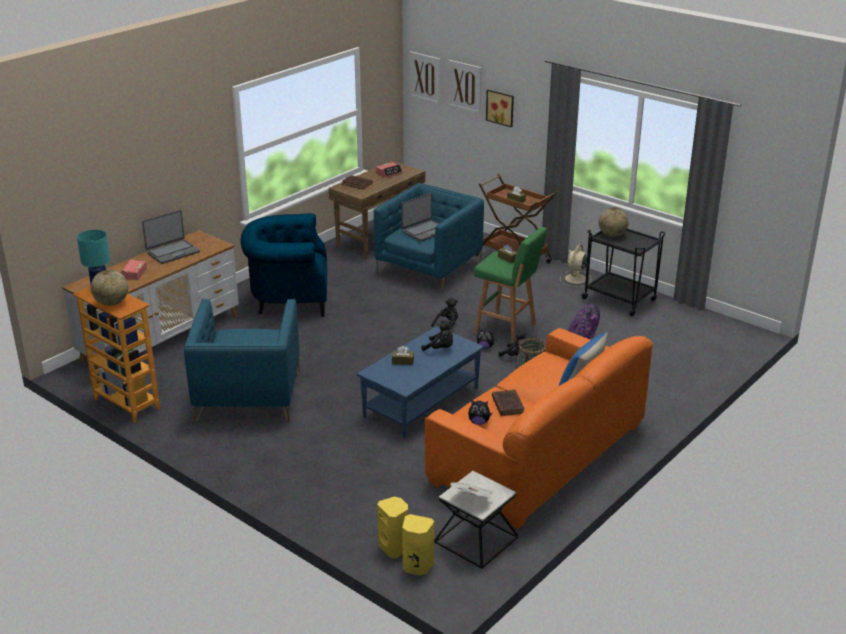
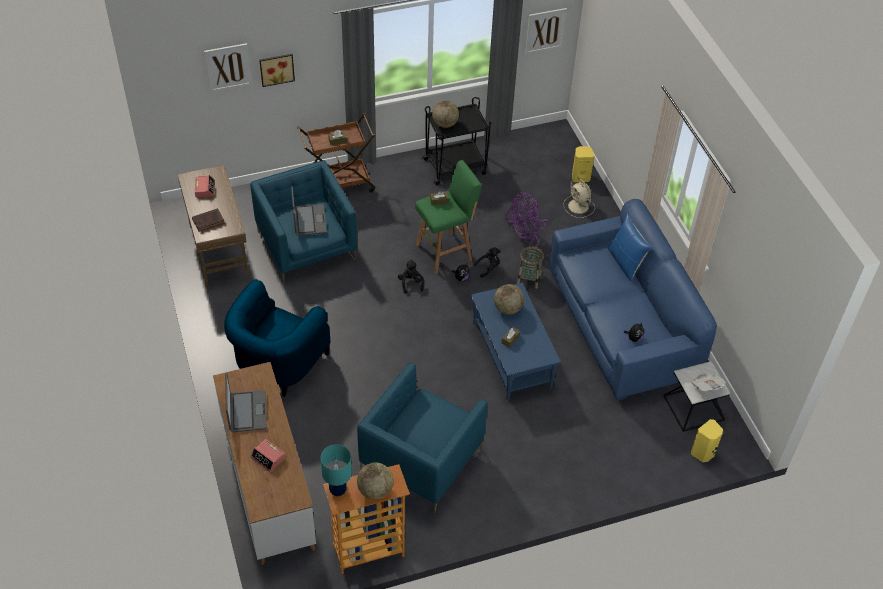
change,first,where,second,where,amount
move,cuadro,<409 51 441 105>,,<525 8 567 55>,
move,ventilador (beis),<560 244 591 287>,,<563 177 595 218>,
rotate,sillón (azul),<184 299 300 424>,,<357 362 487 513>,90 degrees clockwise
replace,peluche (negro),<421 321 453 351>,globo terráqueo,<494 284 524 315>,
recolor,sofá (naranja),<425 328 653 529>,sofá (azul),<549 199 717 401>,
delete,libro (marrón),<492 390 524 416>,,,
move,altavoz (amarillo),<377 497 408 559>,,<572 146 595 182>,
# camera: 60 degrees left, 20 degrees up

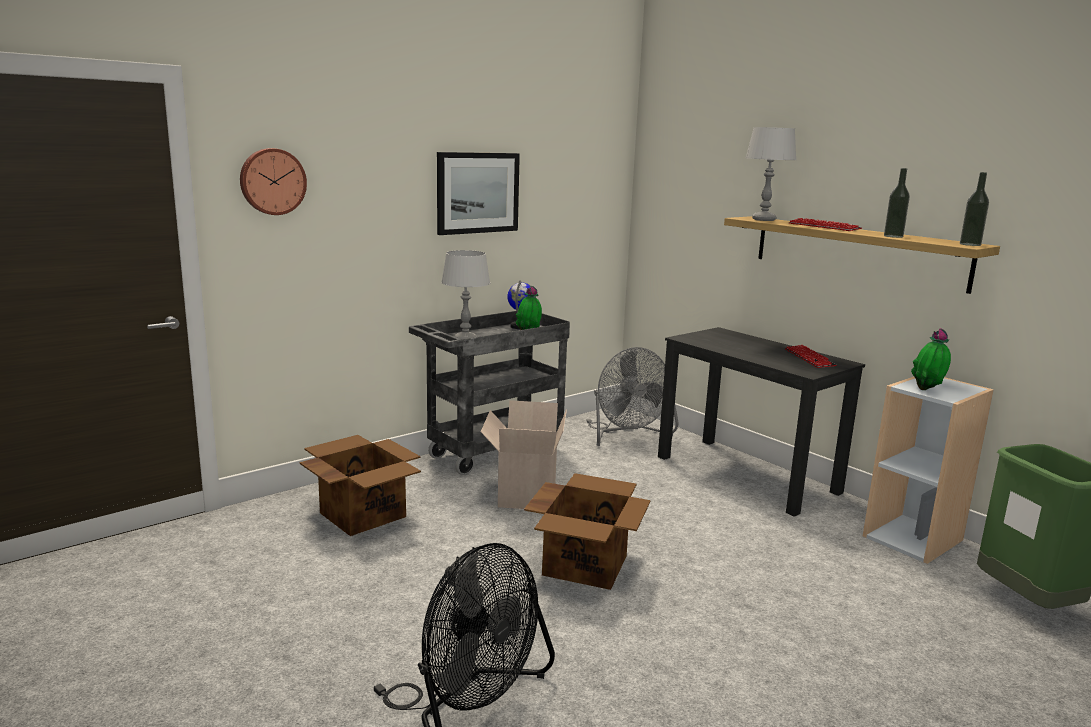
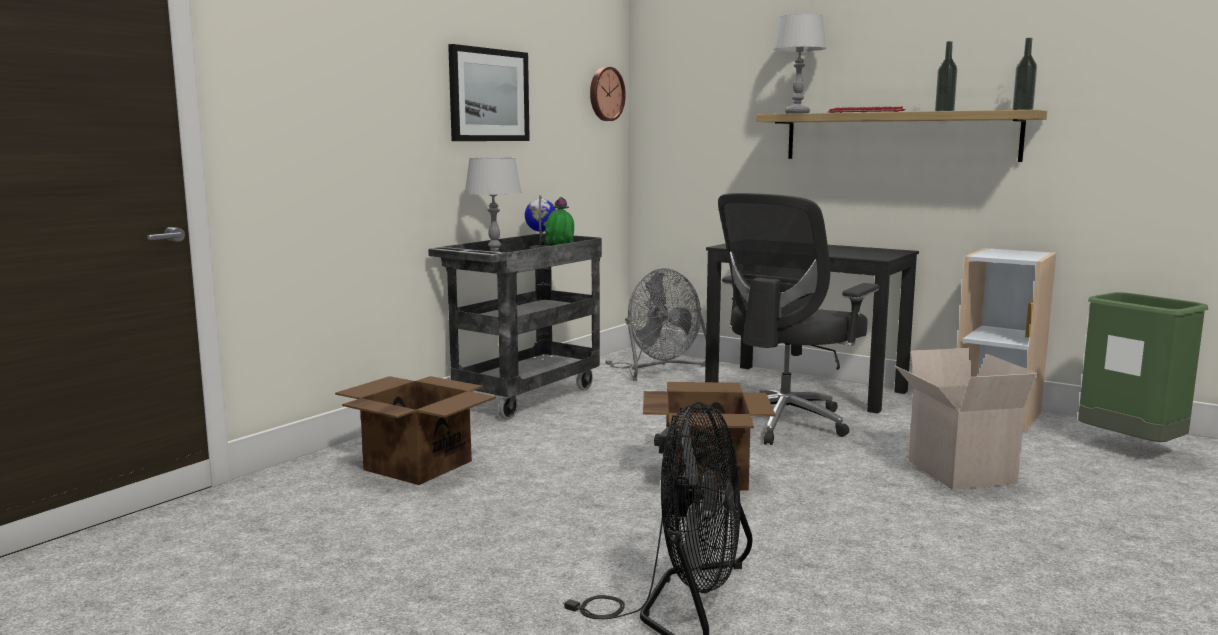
change,first,where,second,where,amount
move,reloj de pared,<240 148 307 215>,,<590 67 626 121>,
delete,planta en maceta,<911 328 951 390>,,,
delete,teclado,<785 345 836 368>,,,
move,caja de cartón,<481 400 567 509>,,<894 348 1038 490>,
insert,,,silla de oficina,<718 193 879 445>,
# camera: 15 degrees left, 5 degrees down

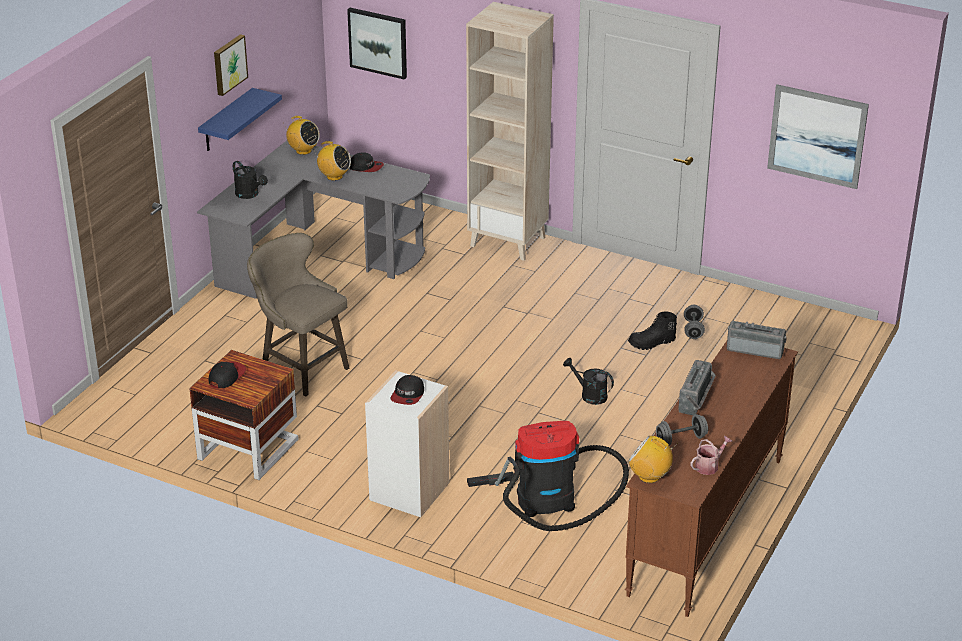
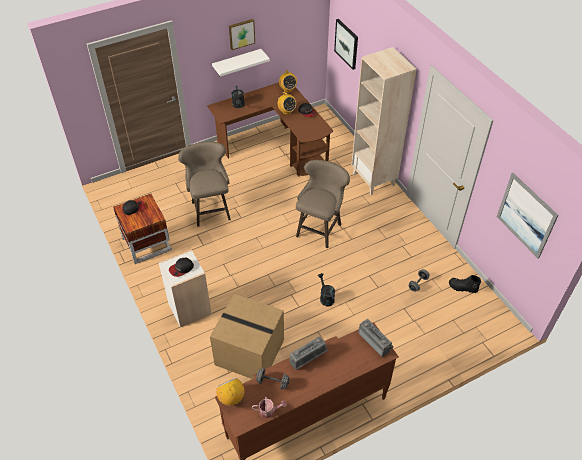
change,first,where,second,where,amount
recolor,estante (azul),<198 88 282 151>,estante (blanco),<212 49 270 76>,
recolor,escritorio (gris),<197 141 430 299>,escritorio (marrón),<207 82 333 177>,
move,bota (negro),<628 312 677 350>,,<449 275 481 293>,
replace,aspiradora,<467 421 629 531>,caja de cartón,<210 294 284 379>,
insert,,,taburete (beis),<296 160 350 248>,
# camera: 35 degrees right, 15 degrees up

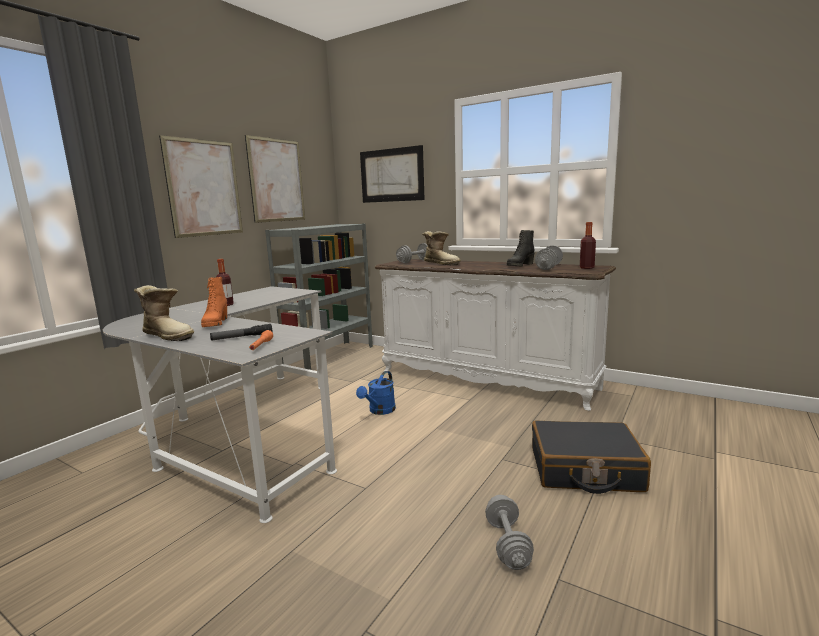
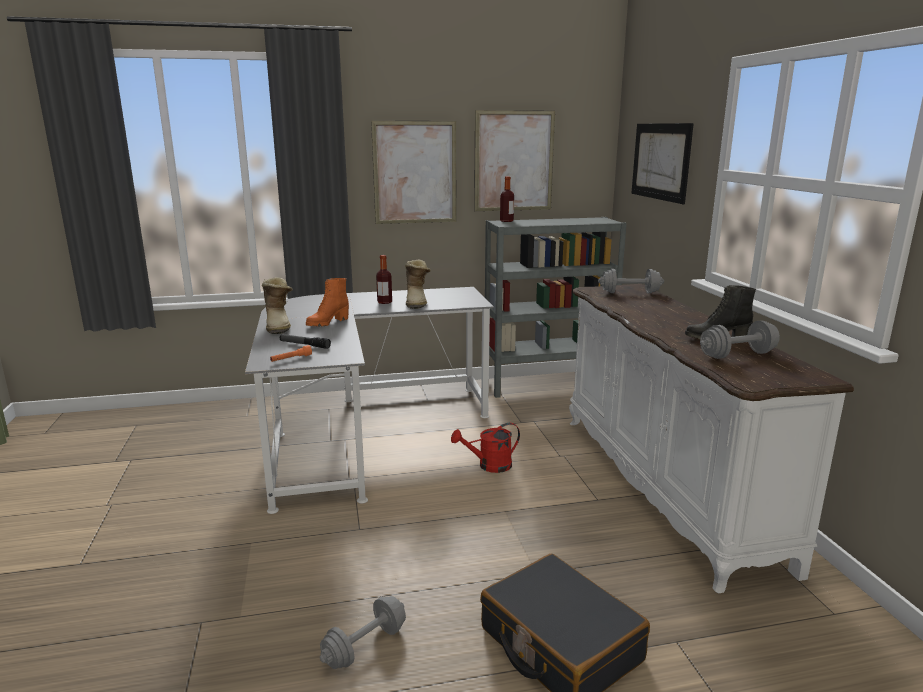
change,first,where,second,where,amount
move,botella,<580 222 596 269>,,<500 176 514 222>,
move,bota,<422 231 461 265>,,<405 260 431 309>,
recolor,regadera (azul),<356 371 396 415>,regadera (rojo),<451 423 520 473>,
# camera: 45 degrees right, 5 degrees up

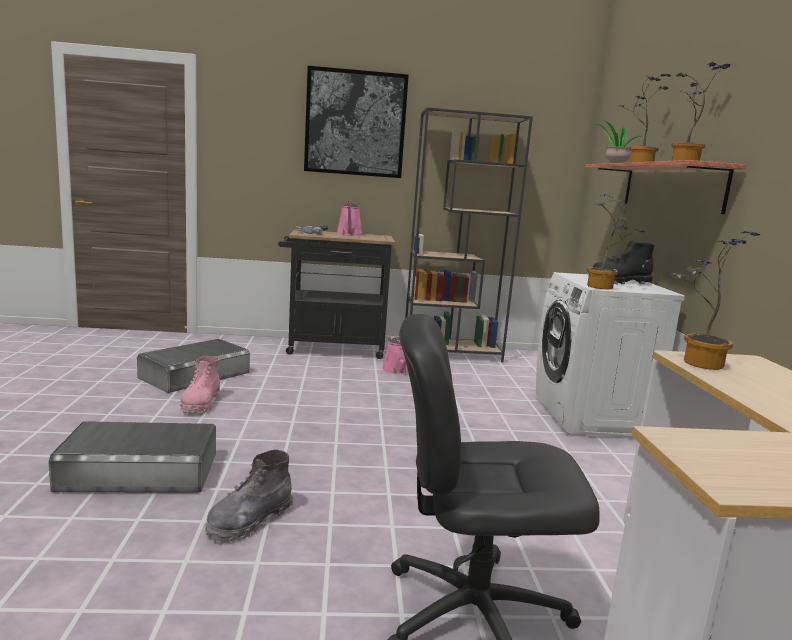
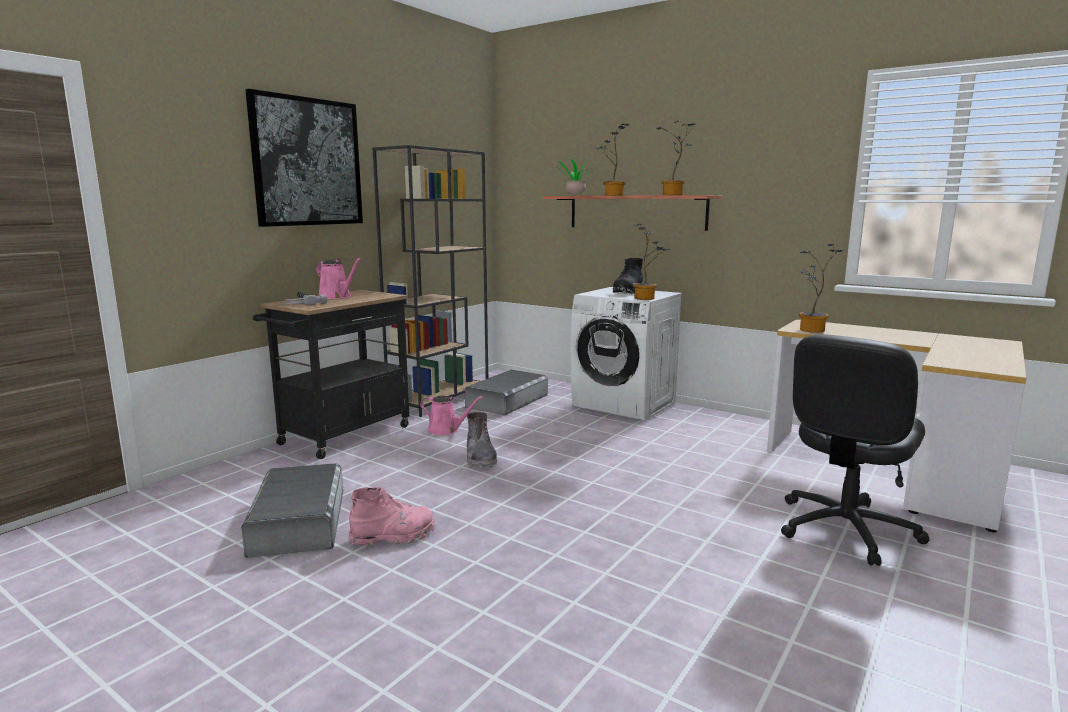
change,first,where,second,where,amount
rotate,bota (rosa),<180 356 220 414>,,<349 487 435 547>,60 degrees counterclockwise
move,caja de almacenaje (gris),<48 421 216 493>,,<465 370 548 416>,
move,bota (gris),<205 450 293 542>,,<467 412 497 468>,
# camera: 50 degrees left, 0 degrees up

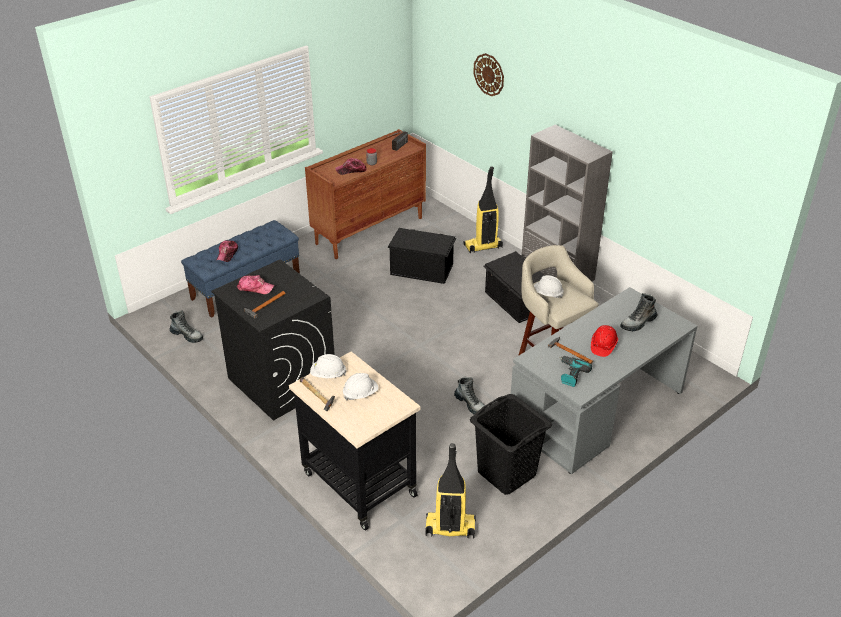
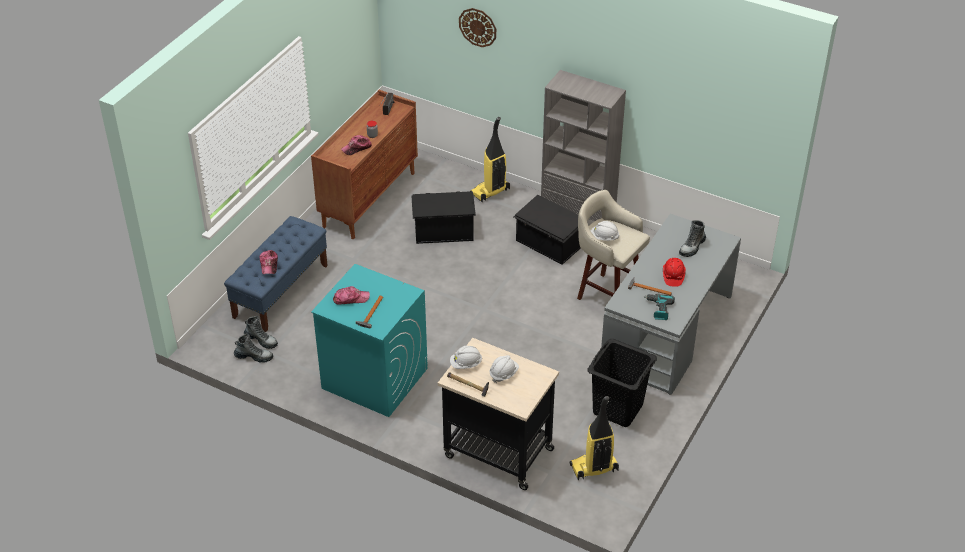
change,first,where,second,where,amount
recolor,lavadora (negro),<211 259 335 421>,lavadora (turquesa),<311 264 428 417>,
move,bota,<454 377 485 415>,,<244 316 278 349>,
# camera: 20 degrees left, 5 degrees up

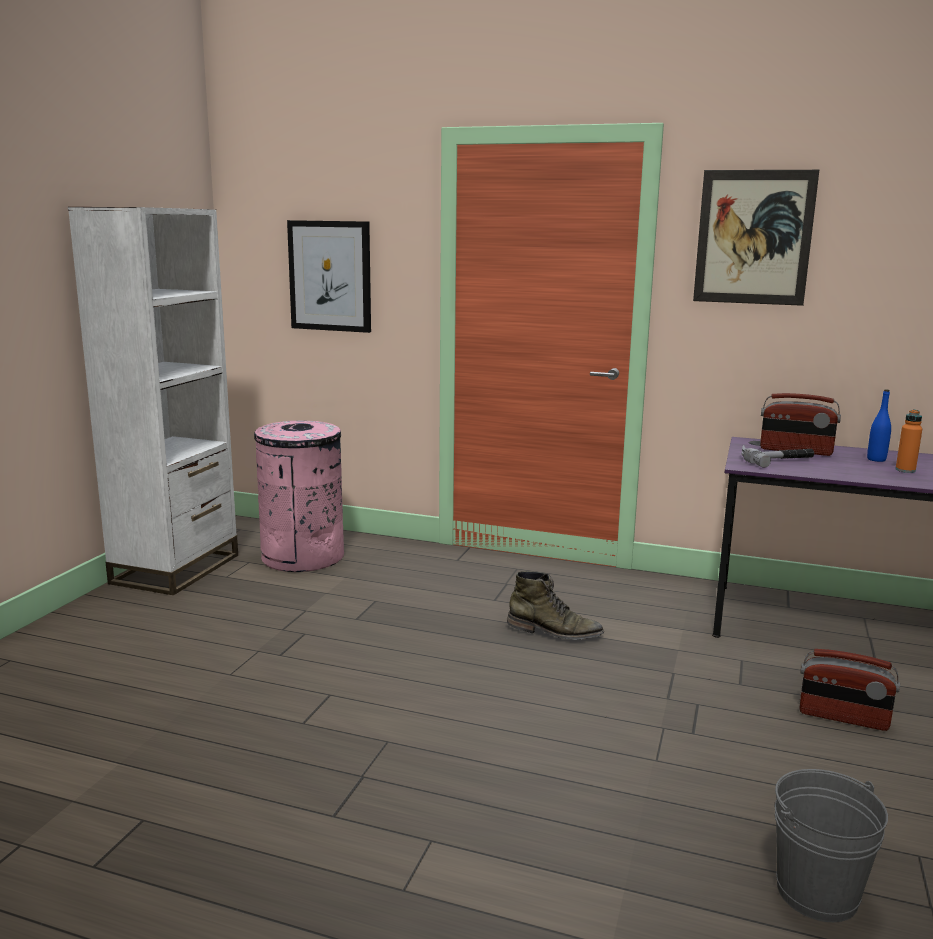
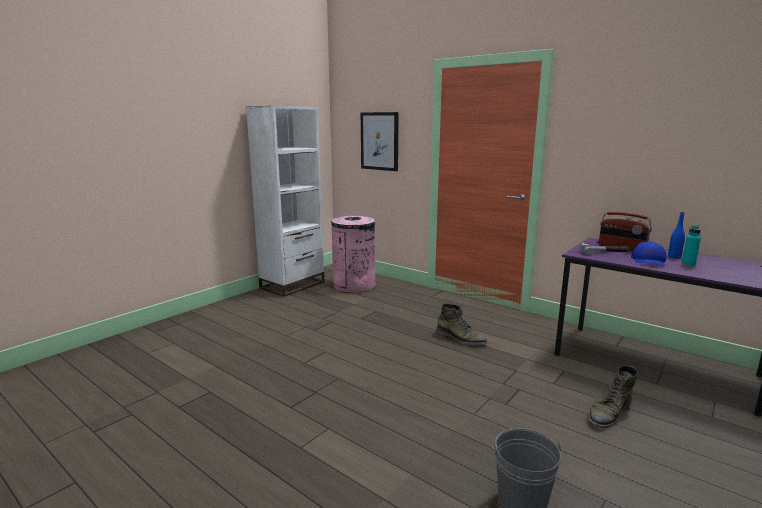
change,first,where,second,where,amount
delete,cuadro,<693 170 819 306>,,,
recolor,botella (naranja),<895 410 922 473>,botella (turquesa),<682 225 701 266>,
replace,radio,<800 649 900 731>,bota (verde),<587 366 638 428>,
insert,,,gorra (azul),<631 241 667 266>,
# camera: 20 degrees right, 0 degrees up

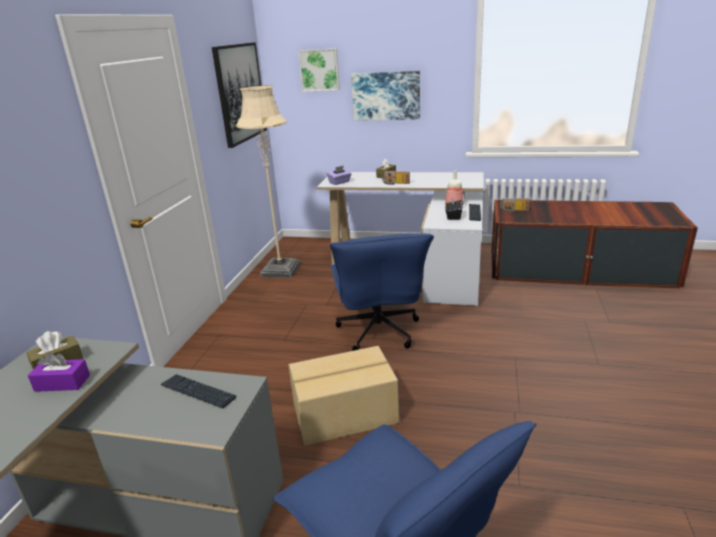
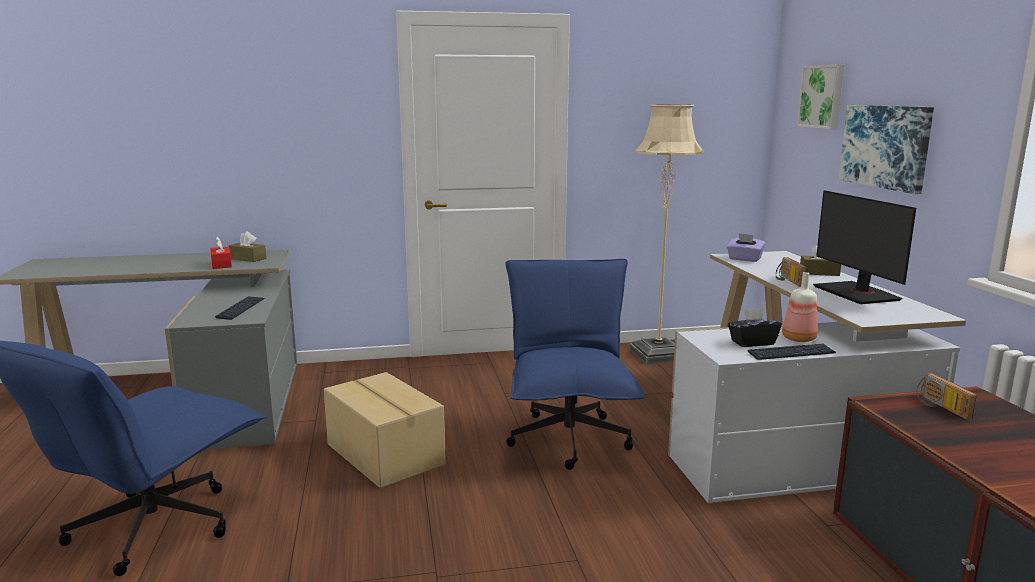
change,first,where,second,where,amount
delete,cuadro,<212 42 267 148>,,,
rotate,silla de oficina (azul),<330 234 434 351>,,<505 259 644 470>,120 degrees clockwise
recolor,caja de pañuelos (morado),<28 352 90 392>,caja de pañuelos (rojo),<210 237 232 269>,
insert,,,monitor,<813 190 916 304>,
# camera: 65 degrees right, 10 degrees down

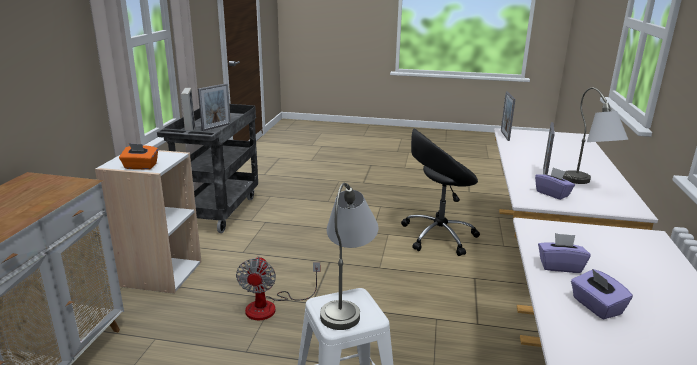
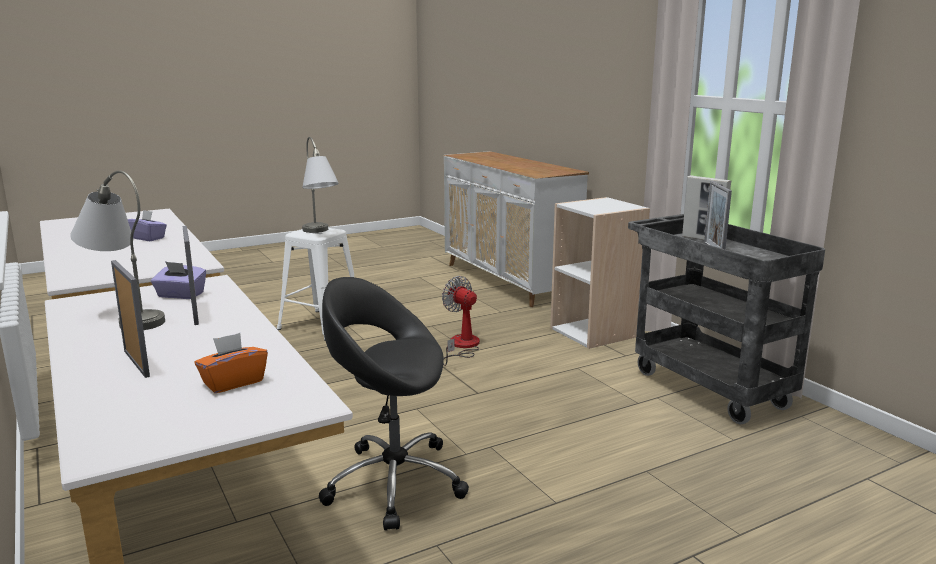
change,first,where,second,where,amount
move,portarretratos,<501 91 515 141>,,<111 260 150 378>,
rotate,silla de oficina (negro),<401 129 480 256>,,<319 277 469 530>,120 degrees counterclockwise
move,caja de pañuelos (naranja),<119 143 158 170>,,<195 333 268 393>,
delete,caja de pañuelos (morado),<538 233 591 273>,,,
# camera: 140 degrees right, 5 degrees down

